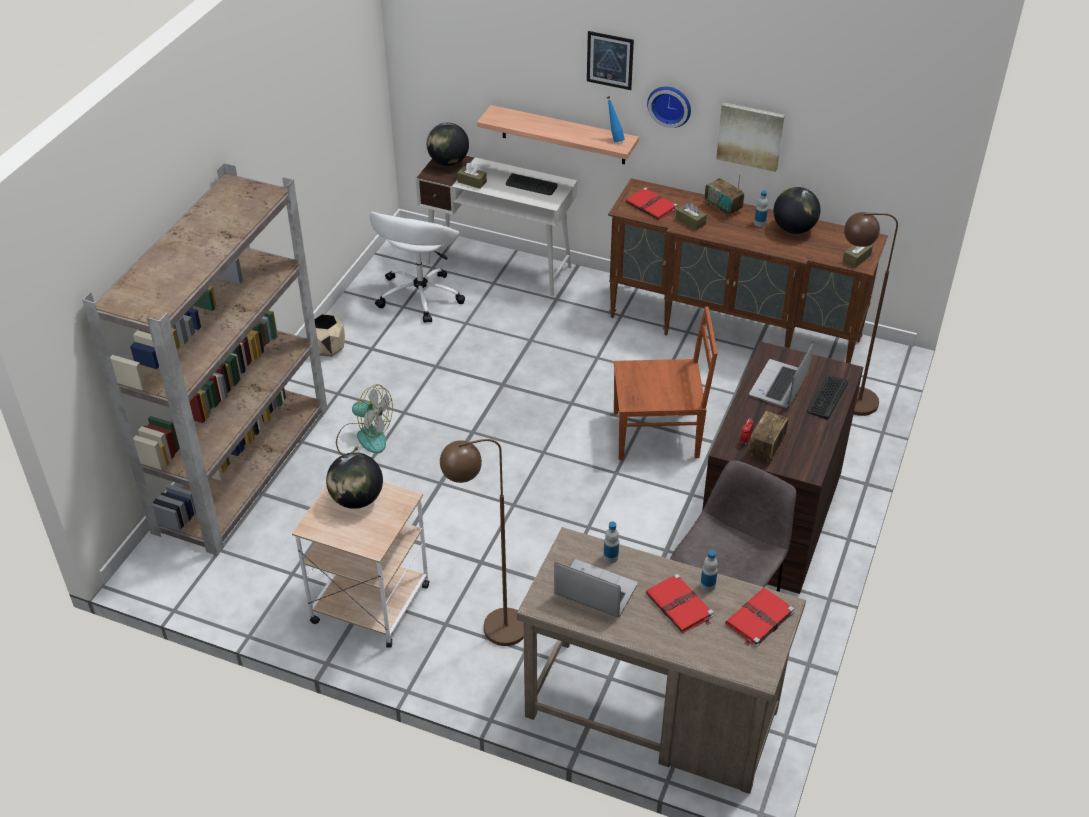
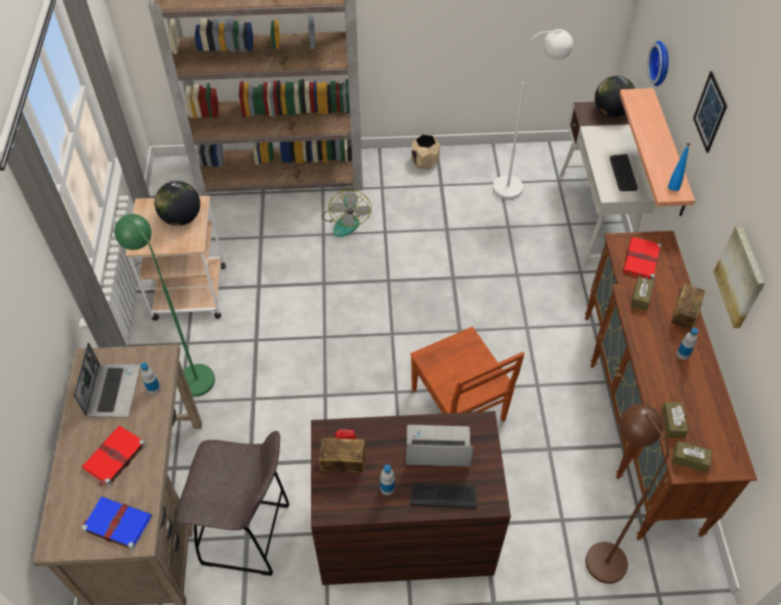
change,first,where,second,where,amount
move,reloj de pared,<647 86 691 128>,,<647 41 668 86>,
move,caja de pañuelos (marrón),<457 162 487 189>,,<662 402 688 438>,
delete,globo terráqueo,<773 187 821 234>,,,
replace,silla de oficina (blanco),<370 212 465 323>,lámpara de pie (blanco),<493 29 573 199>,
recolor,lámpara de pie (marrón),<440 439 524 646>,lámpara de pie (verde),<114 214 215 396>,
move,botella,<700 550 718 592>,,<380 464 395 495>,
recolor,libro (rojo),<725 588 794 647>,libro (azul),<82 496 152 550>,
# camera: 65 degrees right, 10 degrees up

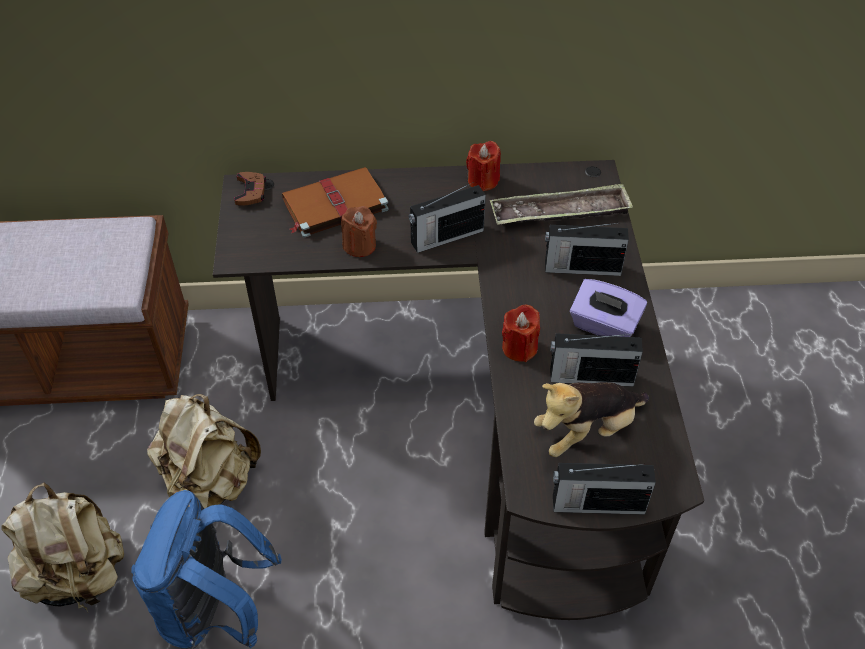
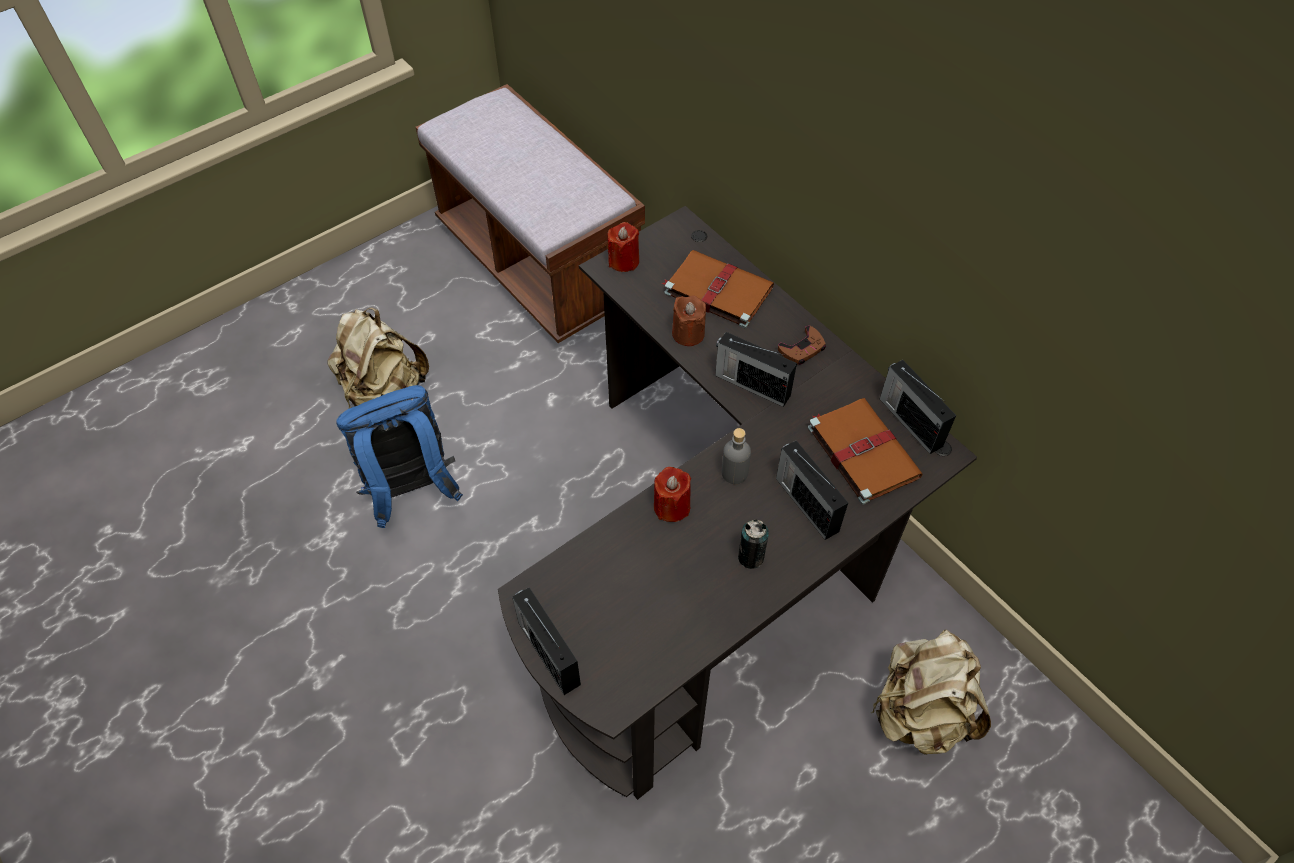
change,first,where,second,where,amount
move,vela (rojo),<466 141 501 192>,,<607 222 639 272>,
move,mando de consola (marrón),<234 172 266 206>,,<778 326 826 365>,
replace,bandeja,<490 183 633 225>,libro (marrón),<807 398 923 505>,
replace,caja de pañuelos (morado),<570 279 647 337>,lata,<738 519 769 569>,
move,radio,<550 333 643 387>,,<880 360 956 454>,
delete,peluche,<534 382 649 457>,,,
move,mochila (beis),<147 394 261 509>,,<871 629 991 755>,
insert,,,botella (gris),<722 428 751 484>,
# camera: 55 degrees right, 5 degrees up

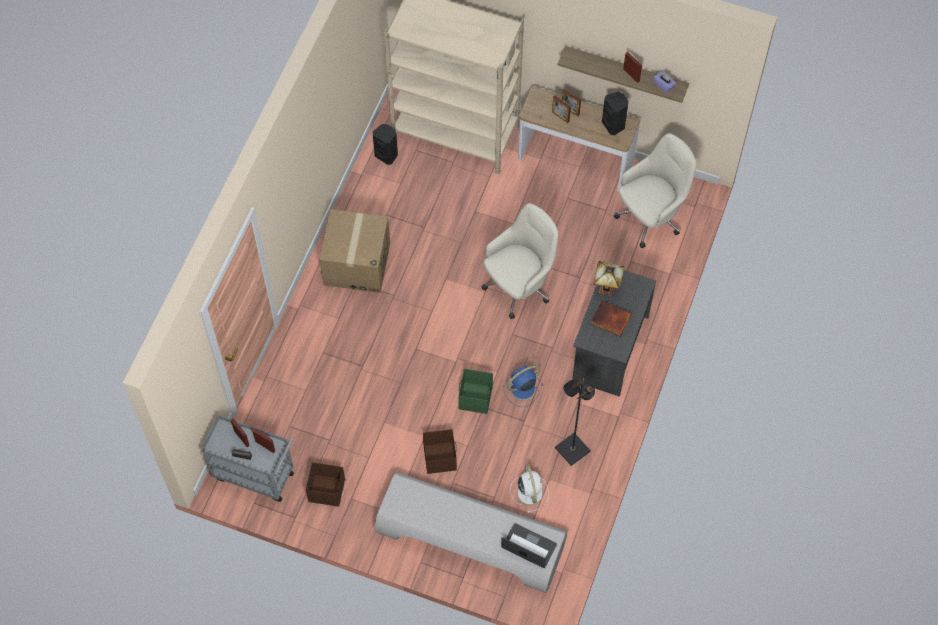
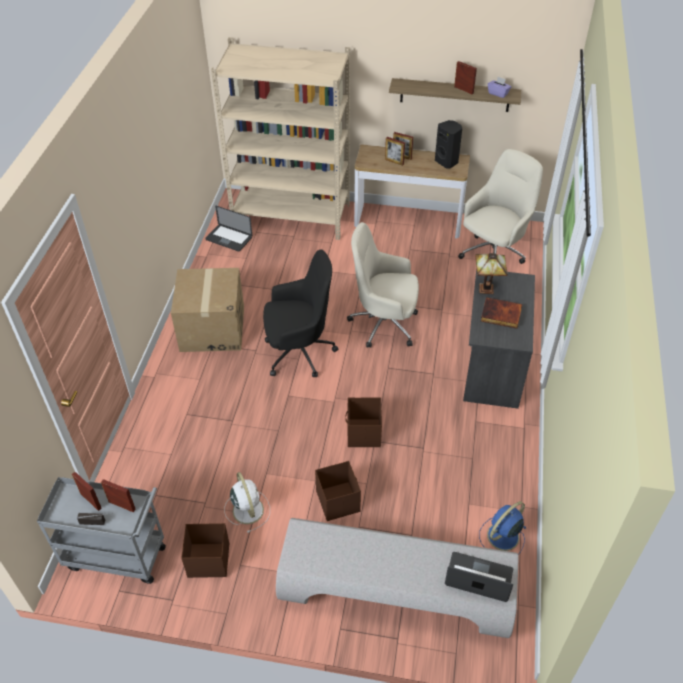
change,first,where,second,where,amount
replace,altavoz (negro),<373 124 398 165>,portátil,<205 206 252 252>,
rotate,silla de oficina (beis),<482 203 558 319>,,<347 222 419 348>,120 degrees counterclockwise
move,ventilador (azul),<504 365 543 407>,,<479 501 526 555>,
recolor,caja de almacenaje (verde),<458 369 493 414>,caja de almacenaje (marrón),<345 398 382 447>,
delete,lámpara de pie (negro),<555 377 595 466>,,,
move,ventilador (blanco),<510 464 549 513>,,<224 472 270 533>,
insert,,,silla de oficina (negro),<263 249 338 377>,
# camera: 10 degrees left, 15 degrees down

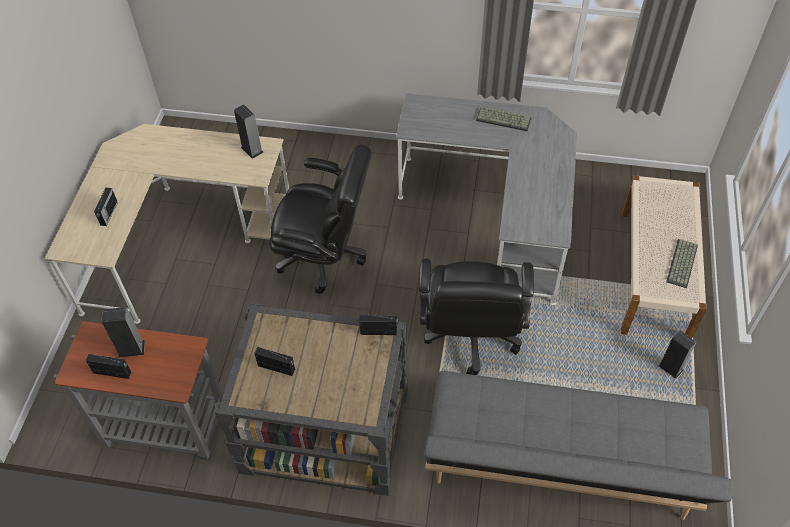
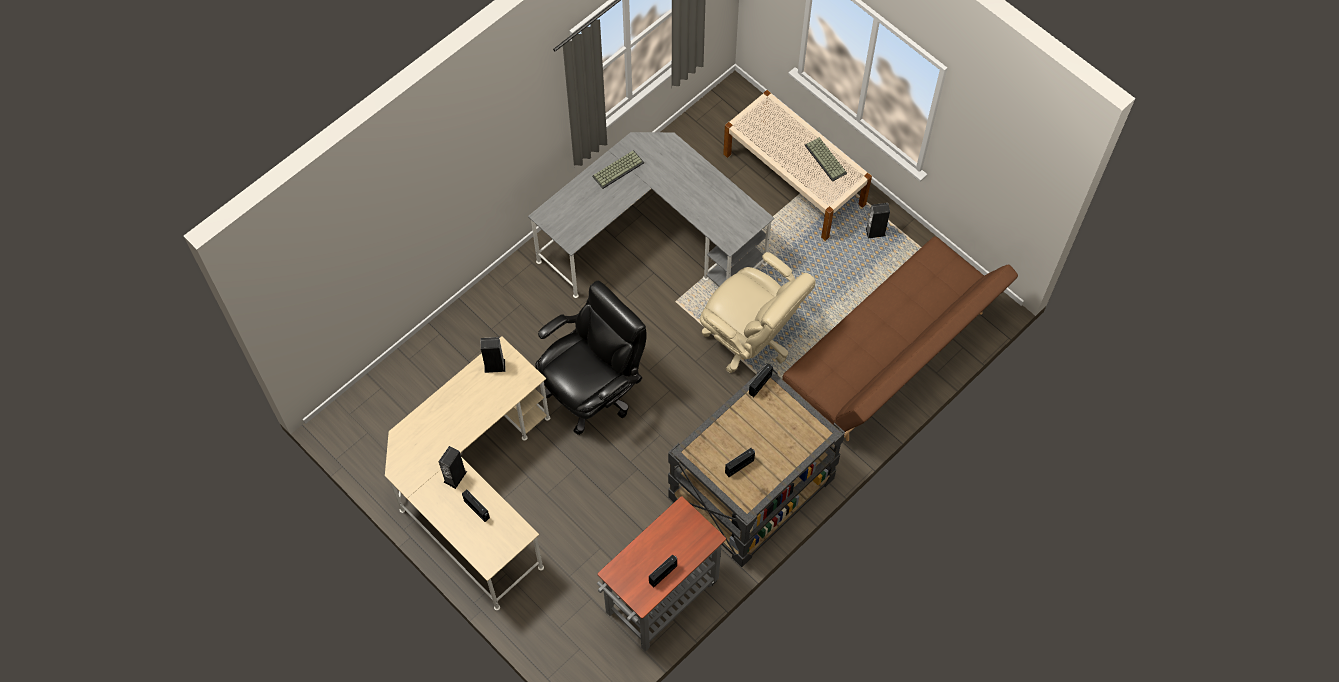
change,first,where,second,where,amount
recolor,silla de oficina (negro),<419 259 534 375>,silla de oficina (beis),<700 252 816 373>,
move,altavoz,<102 307 145 358>,,<439 446 467 489>,
recolor,sofá (gris),<425 371 733 520>,sofá (marrón),<782 237 1018 441>,
# camera: 55 degrees left, 10 degrees up

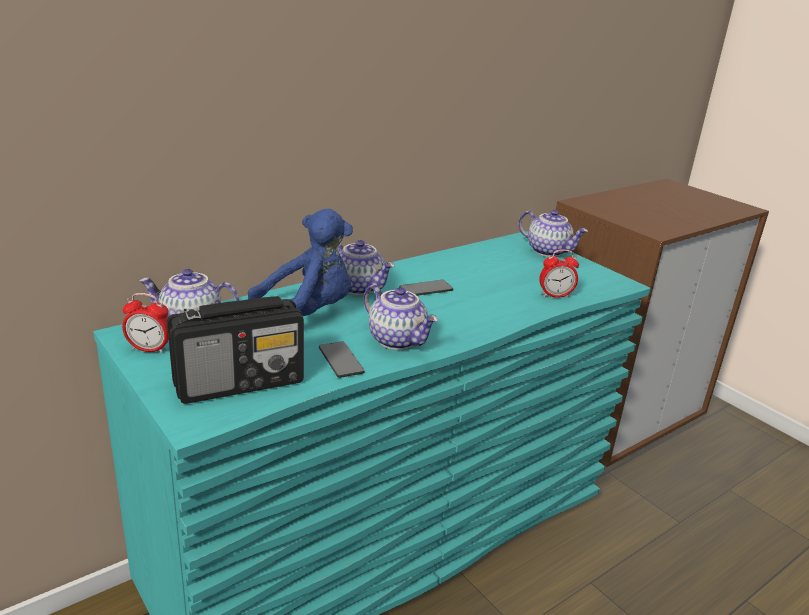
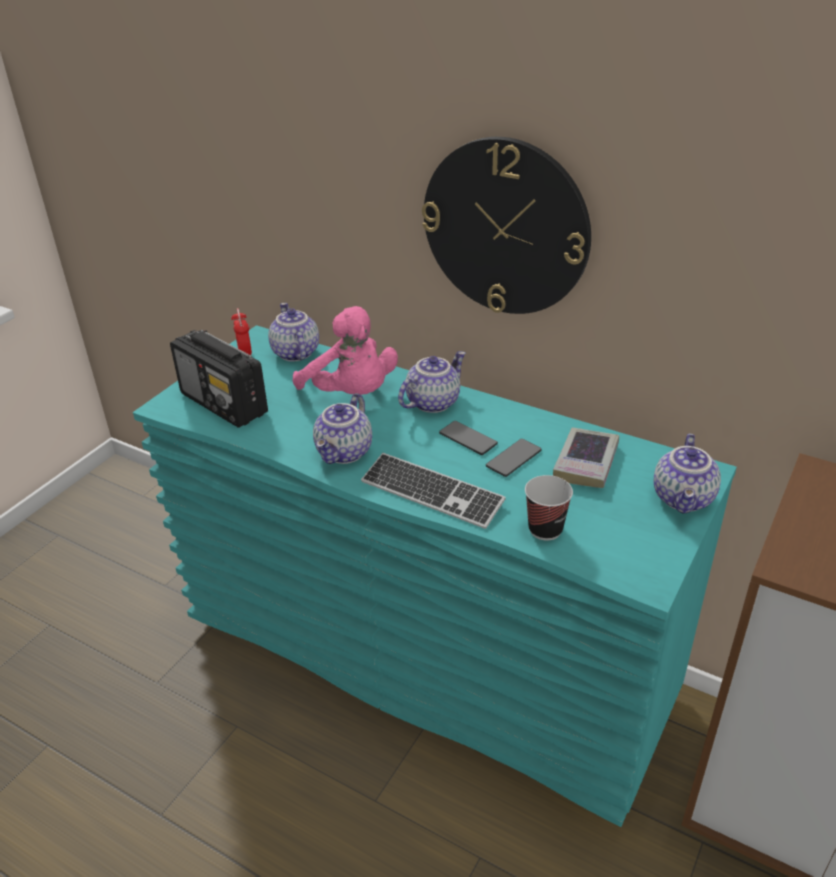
change,first,where,second,where,amount
recolor,peluche (azul),<248 209 353 316>,peluche (rosa),<293 306 398 395>,
rotate,tetera,<338 240 395 295>,,<398 351 466 413>,150 degrees counterclockwise
replace,despertador,<539 249 579 298>,taza,<525 475 573 541>,
move,móvil,<319 341 365 378>,,<486 439 542 477>,
insert,,,reloj de pared,<422 137 591 314>,
insert,,,libro,<553 427 619 488>,
insert,,,teclado,<361 453 505 529>,
# camera: 70 degrees right, 10 degrees up

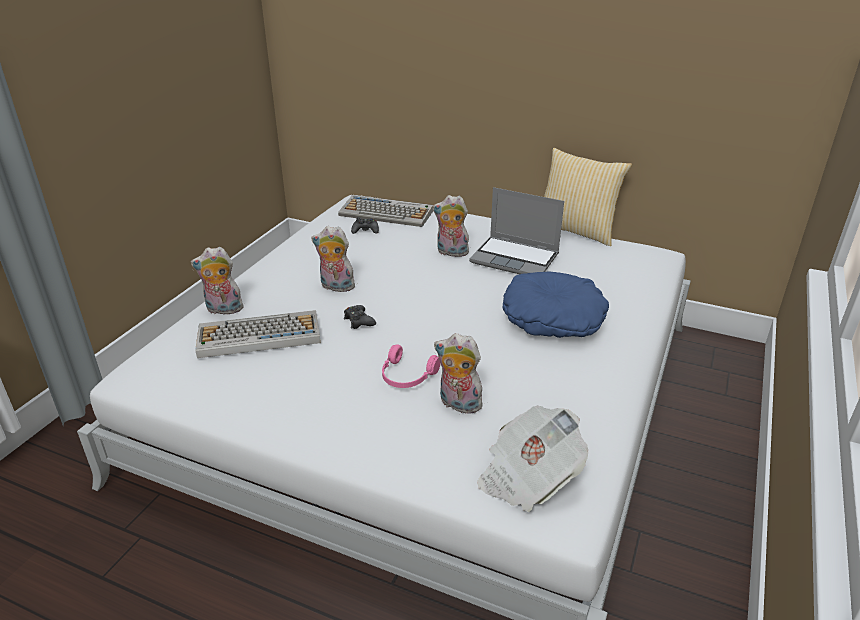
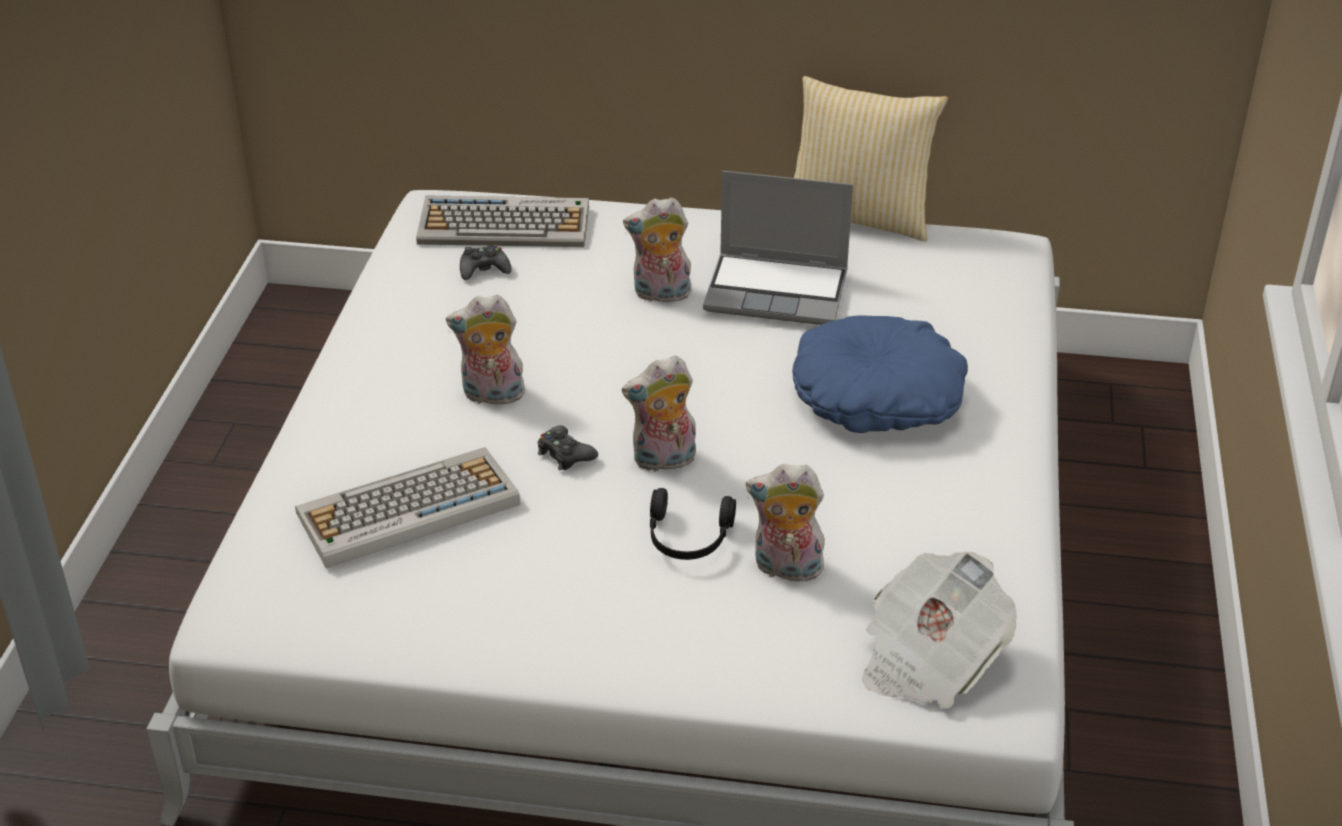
change,first,where,second,where,amount
move,peluche,<191 247 243 314>,,<622 355 696 472>,
recolor,auriculares (rosa),<382 344 441 388>,auriculares (negro),<650 488 736 560>,
# camera: 15 degrees left, 5 degrees up

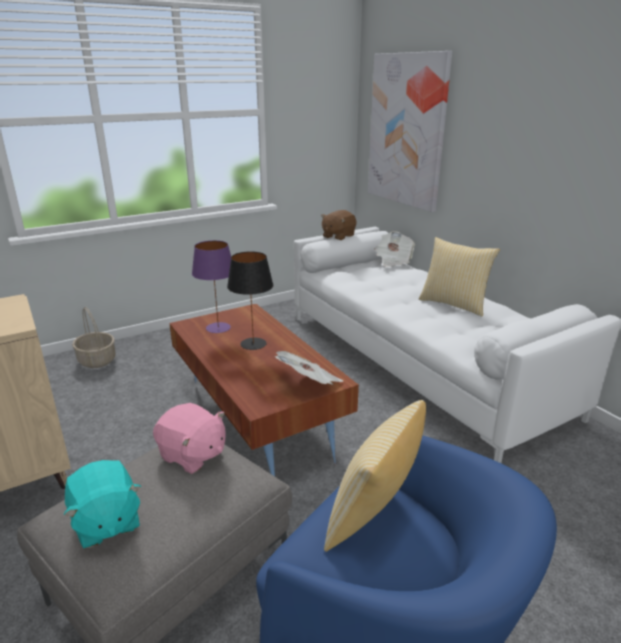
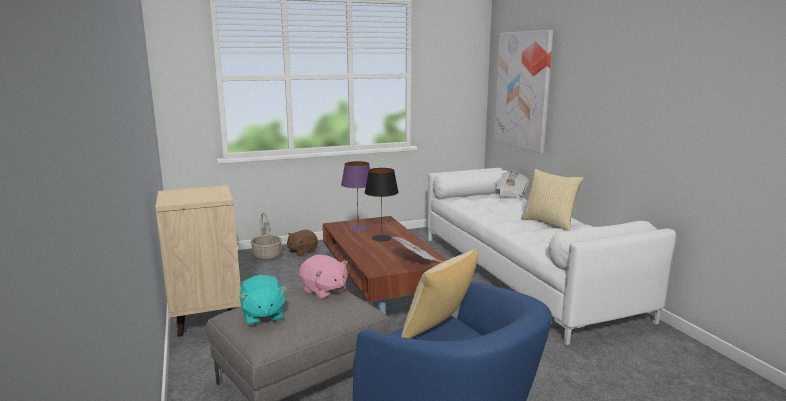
change,first,where,second,where,amount
move,peluche (marrón),<321 210 357 240>,,<287 230 318 256>,
# camera: 10 degrees right, 10 degrees down

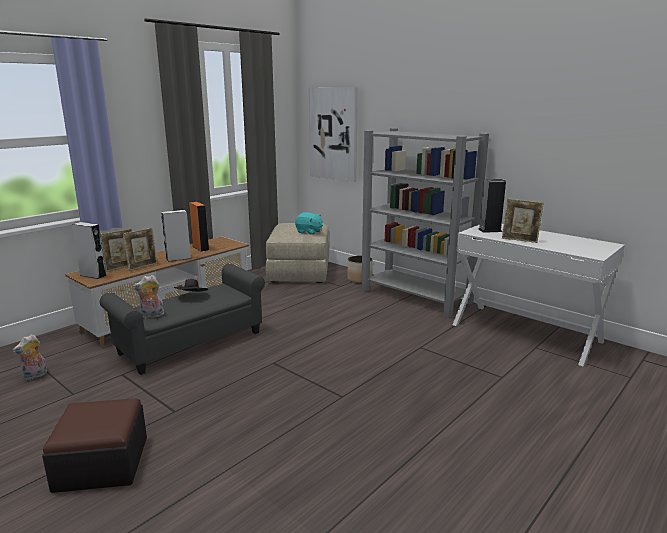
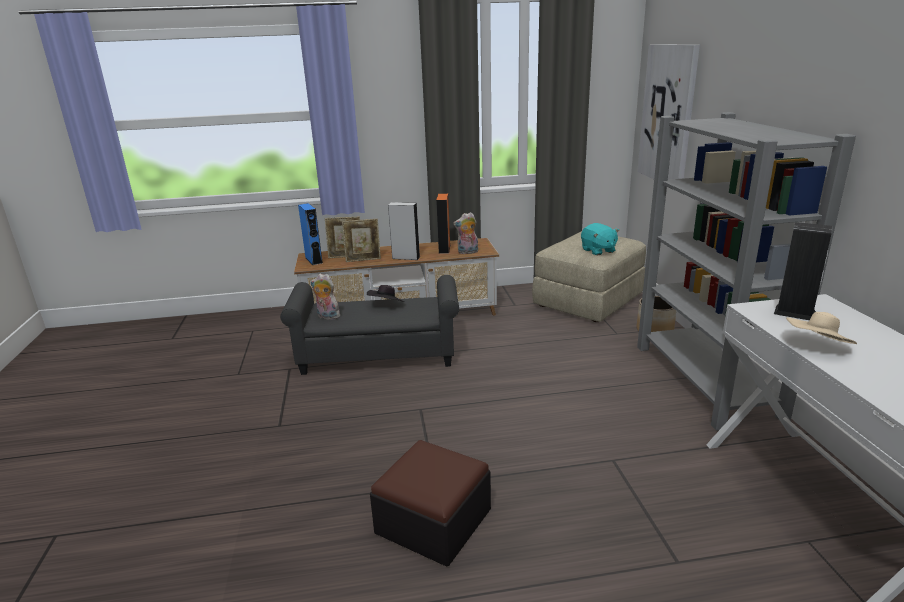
change,first,where,second,where,amount
replace,portarretratos,<502 198 544 243>,sombrero (beis),<786 312 857 344>,
recolor,altavoz (gris),<72 222 106 279>,altavoz (azul),<298 203 323 265>,
move,peluche,<12 334 47 380>,,<453 212 478 254>,
move,puf,<42 398 147 493>,,<370 440 491 566>,
# camera: 40 degrees right, 5 degrees up

